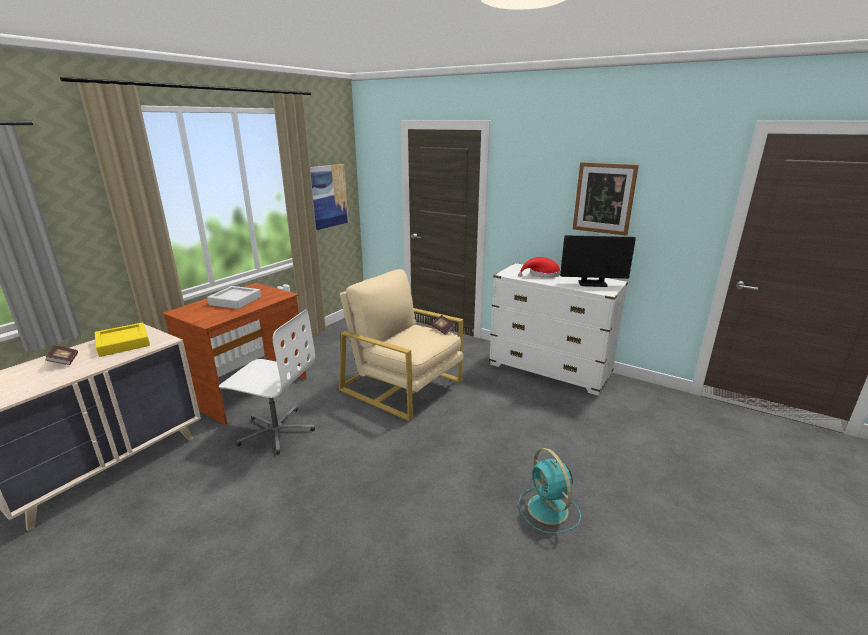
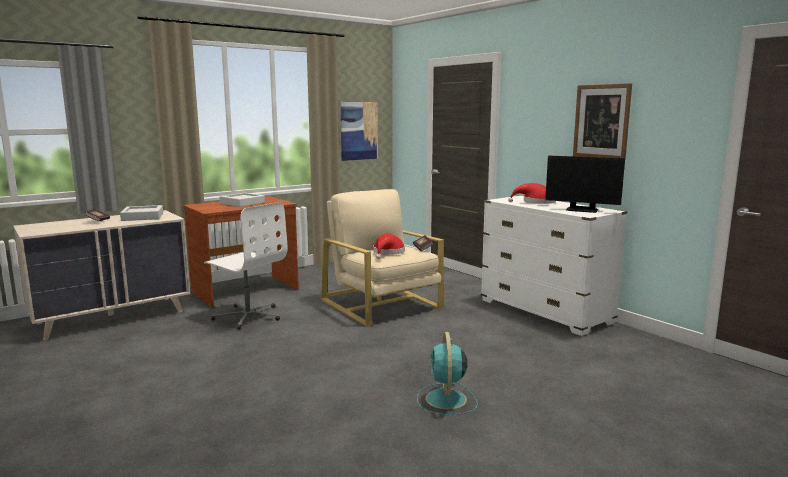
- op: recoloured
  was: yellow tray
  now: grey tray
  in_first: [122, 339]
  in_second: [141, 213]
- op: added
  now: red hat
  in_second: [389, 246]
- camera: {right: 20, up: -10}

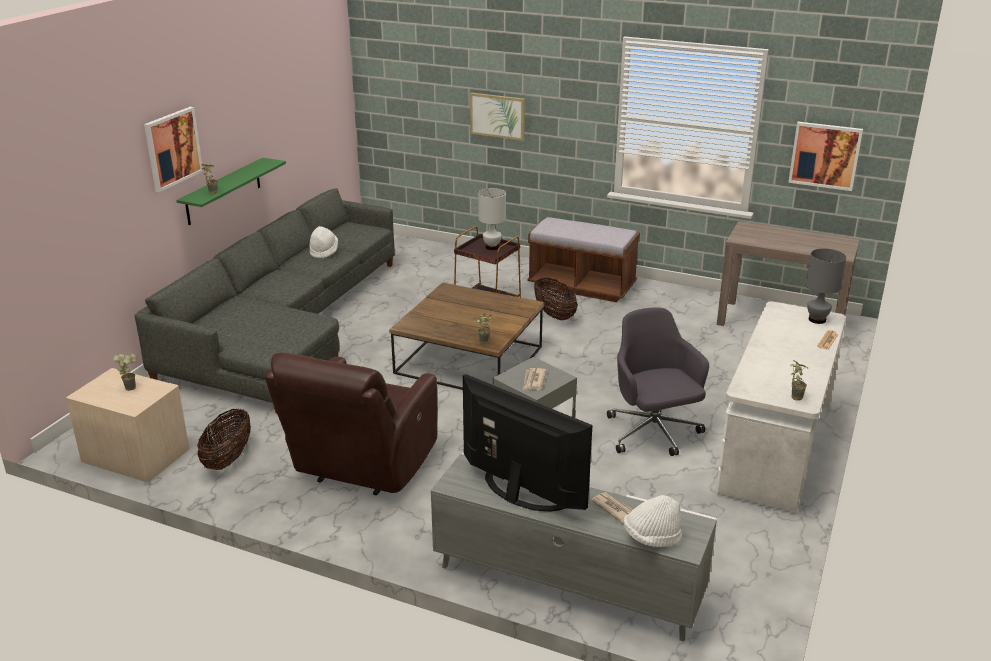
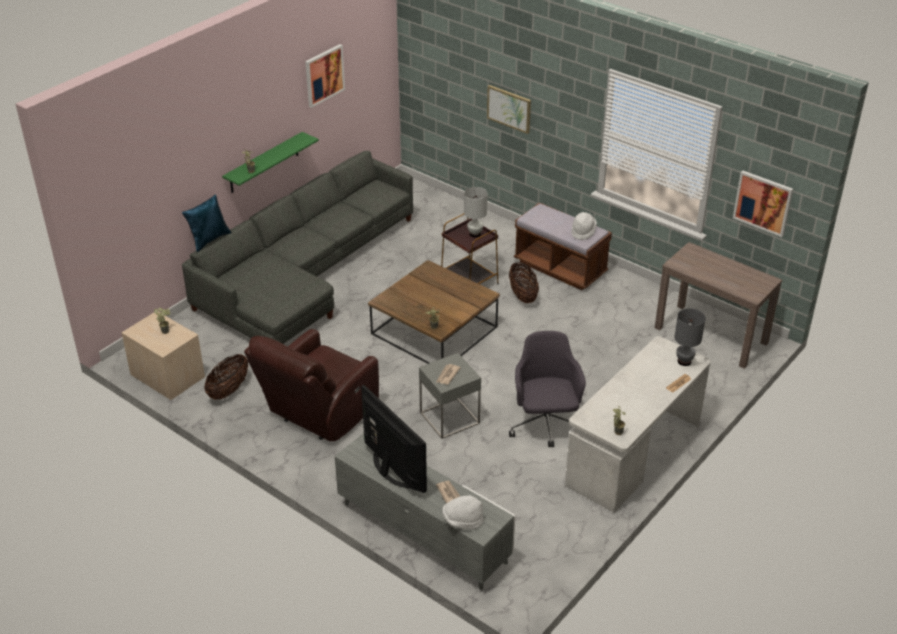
- op: moved
  was: picture
  in_first: [173, 149]
  in_second: [325, 76]
- op: moved
  was: white hat
  in_first: [323, 242]
  in_second: [584, 226]
- op: added
  now: blue pillow
  in_second: [207, 223]
- camera: {right: 15, up: 10}

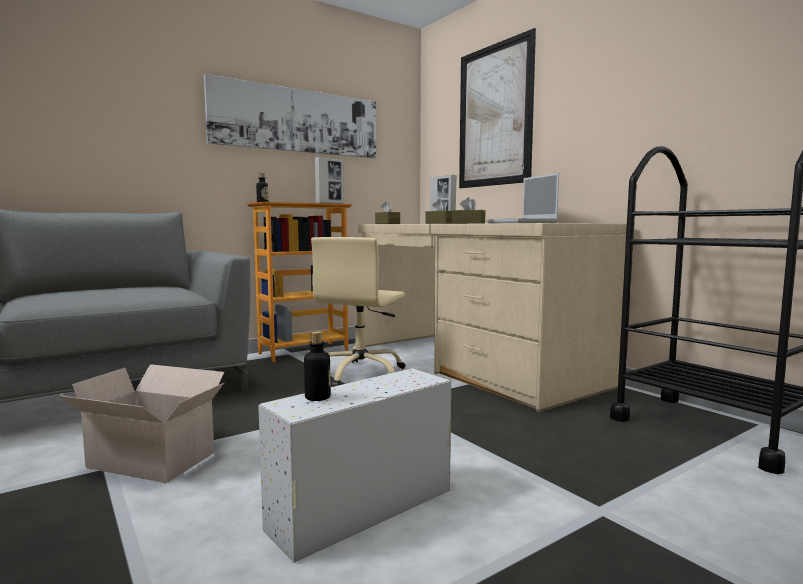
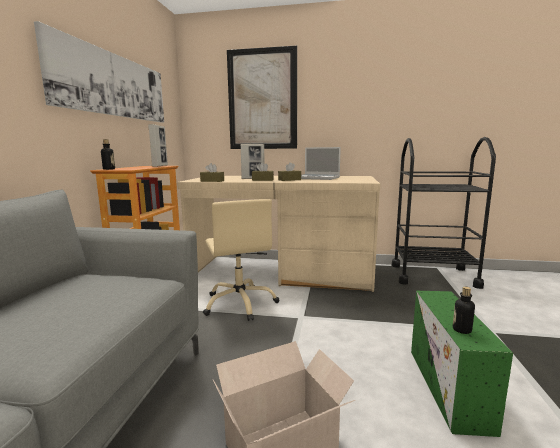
- op: recoloured
  was: white storage box
  now: green storage box
  in_first: [354, 465]
  in_second: [462, 364]
- camera: {right: -45, up: 5}

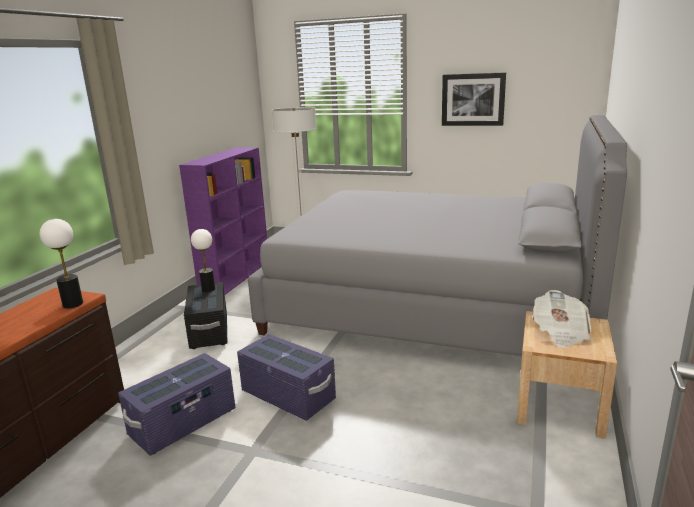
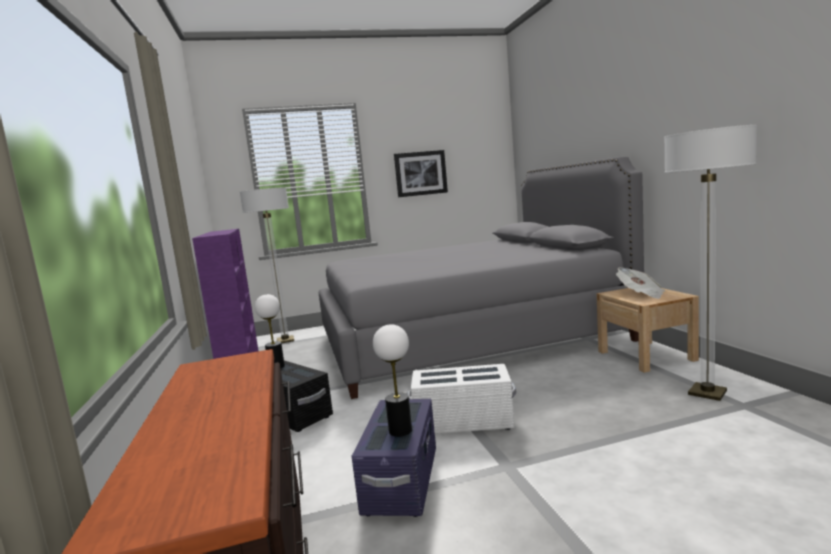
- op: moved
  was: table lamp
  in_first: [61, 263]
  in_second: [392, 380]
- op: recoloured
  was: purple storage box
  now: white storage box
  in_first: [286, 377]
  in_second: [461, 399]
- op: added
  now: floor lamp
  in_second: [710, 263]
- camera: {right: -35, up: -10}

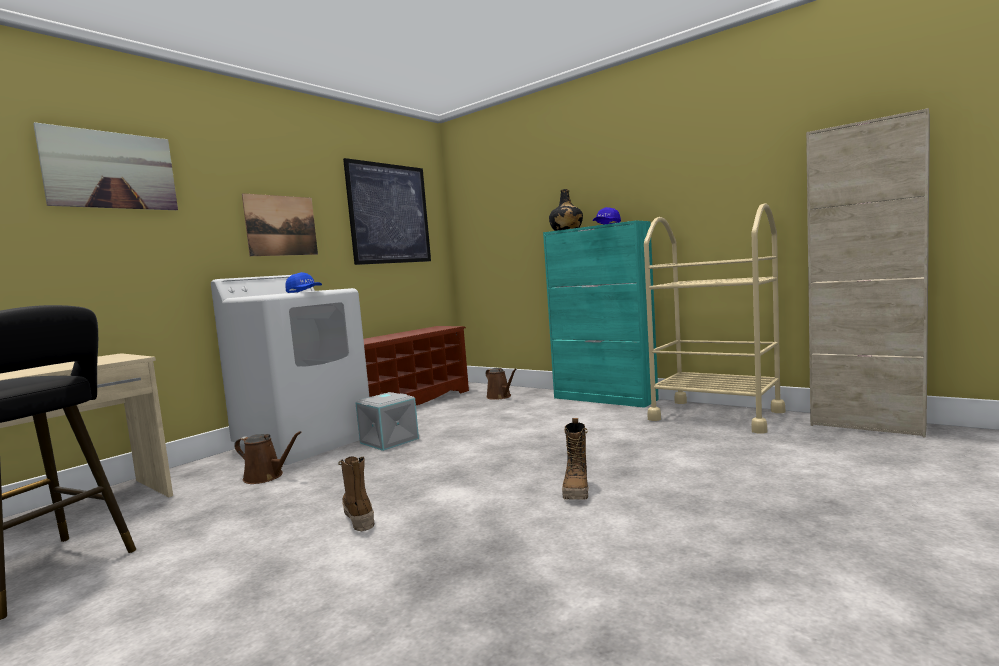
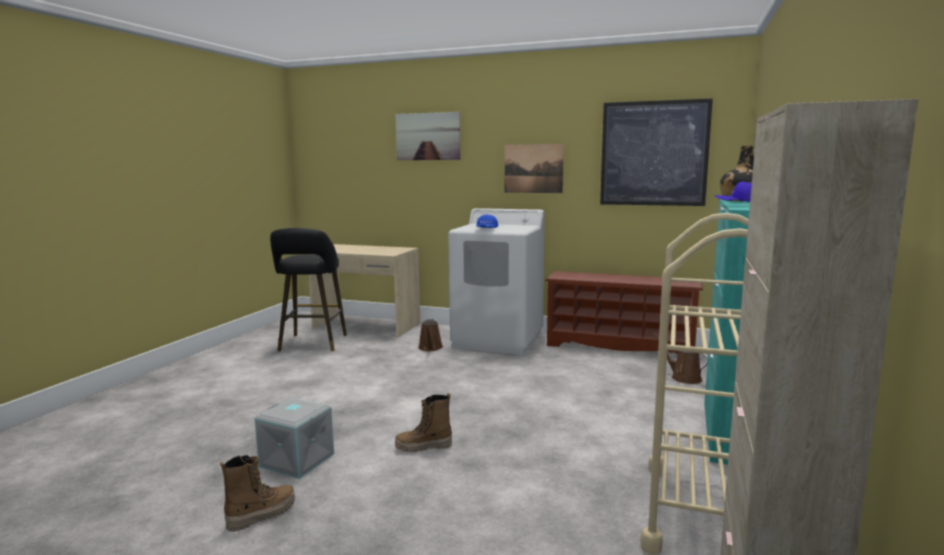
- op: moved
  was: boot
  in_first: [356, 494]
  in_second: [257, 493]
- op: moved
  was: grey storage box
  in_first: [387, 421]
  in_second: [294, 438]
- op: turned
  was: brown watering can
  in_first: [501, 384]
  in_second: [680, 358]
  clockwise: 105
- camera: {right: 70, up: 5}

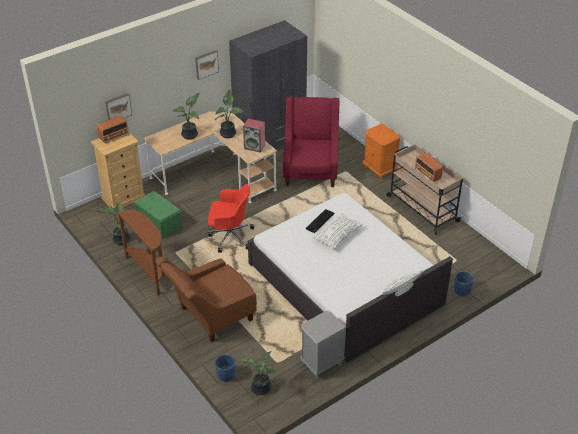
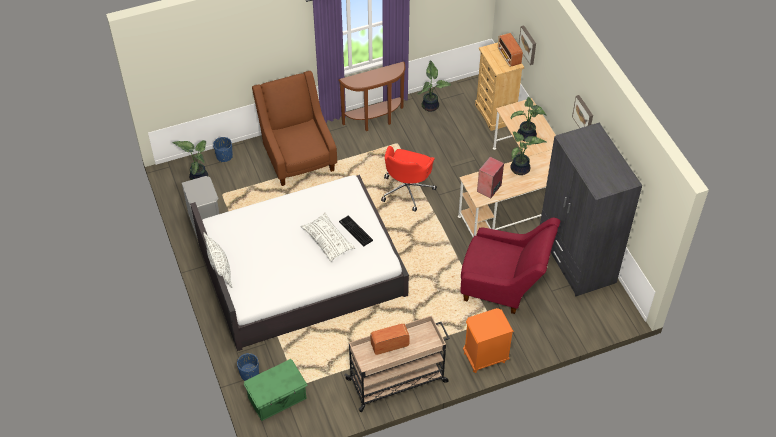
- op: moved
  was: green storage box
  in_first: [158, 215]
  in_second: [276, 390]
- camera: {right: 105, up: 10}

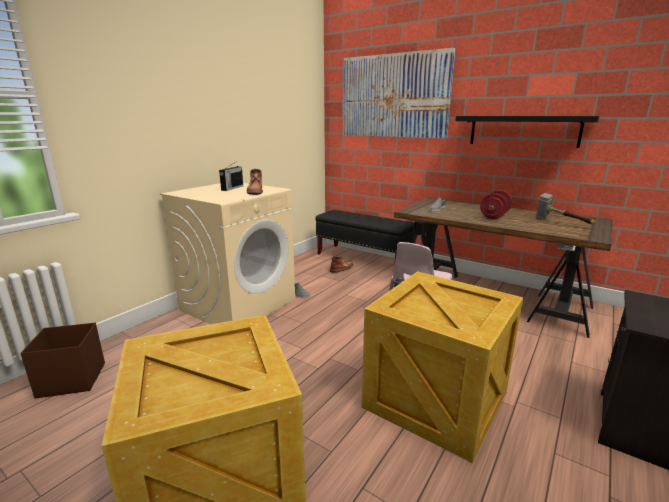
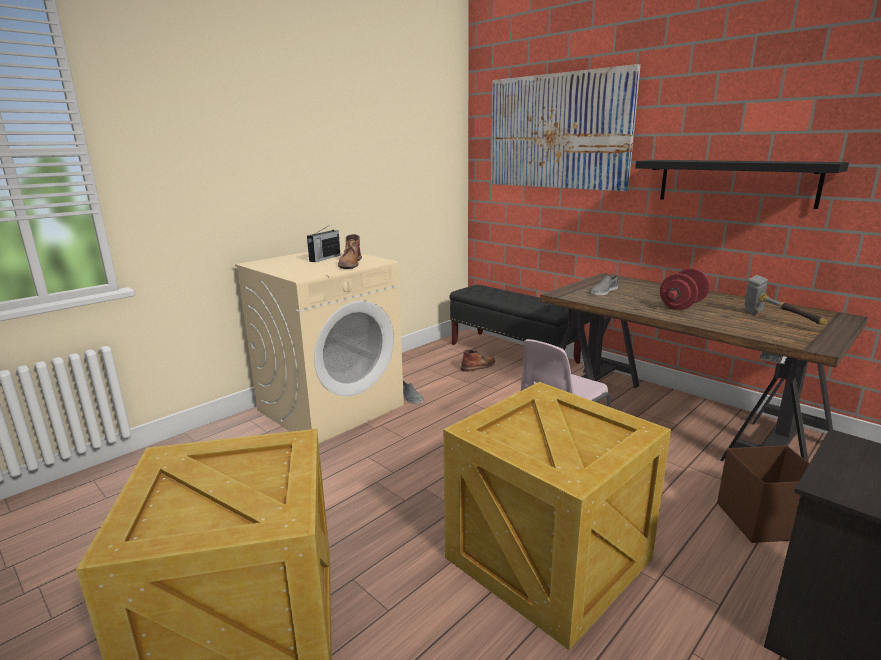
- op: moved
  was: brown storage box
  in_first: [62, 360]
  in_second: [763, 494]
- camera: {right: 10, up: 0}

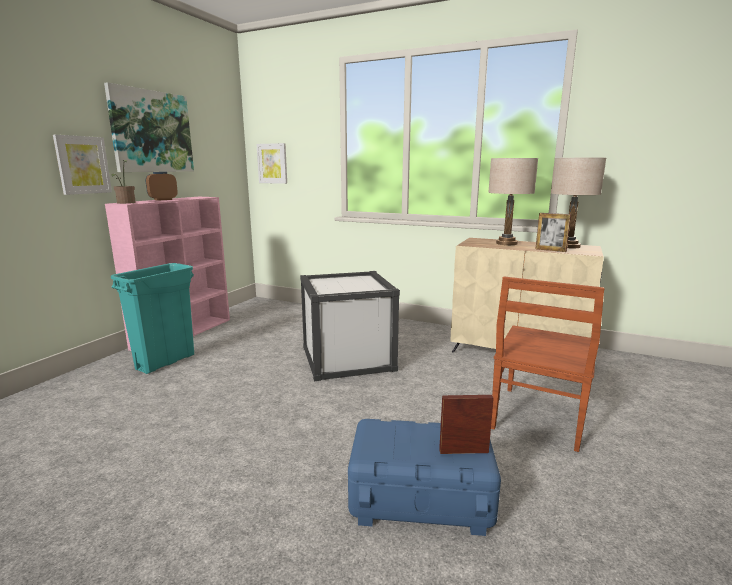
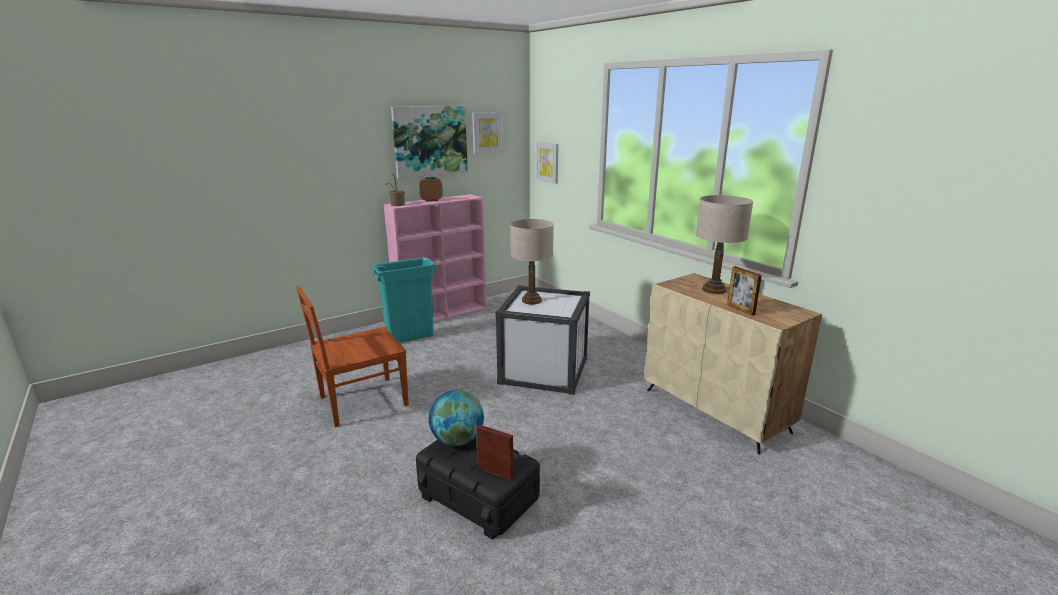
- op: moved
  was: picture
  in_first: [82, 165]
  in_second: [488, 133]
- op: recoloured
  was: blue storage box
  now: black storage box
  in_first: [424, 477]
  in_second: [478, 488]
- op: moved
  was: brown chair
  in_first: [548, 364]
  in_second: [352, 356]
- op: moved
  was: beige table lamp
  in_first: [578, 203]
  in_second: [532, 262]
- op: added
  now: globe
  in_second: [456, 418]
- camera: {right: 30, up: 5}

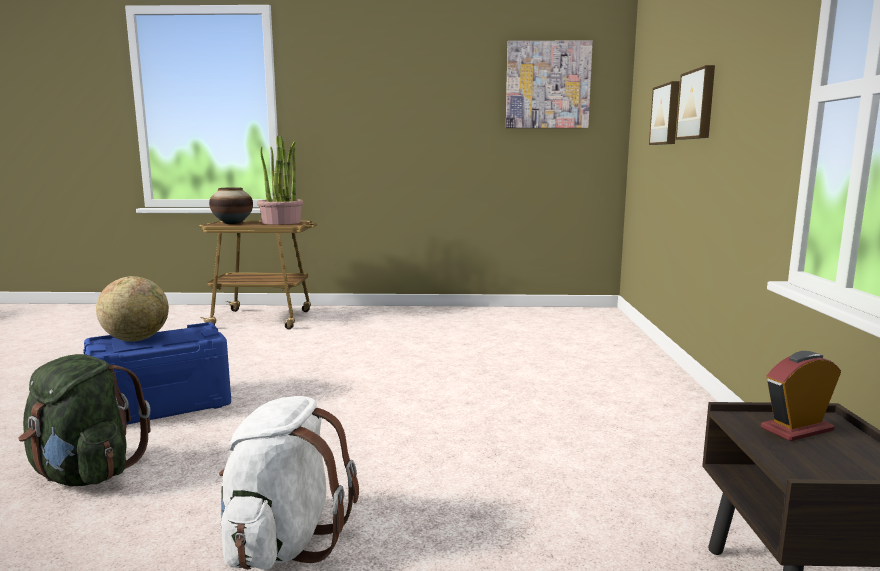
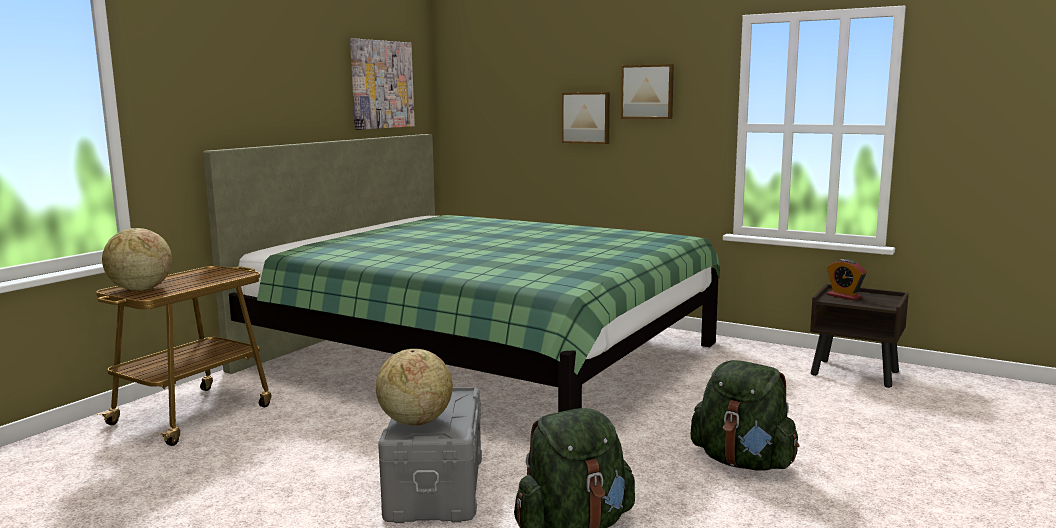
- op: recoloured
  was: blue storage box
  now: grey storage box
  in_first: [157, 373]
  in_second: [430, 455]
- op: replaced
  was: vase
  now: globe
  in_first: [231, 205]
  in_second: [137, 259]
- op: recoloured
  was: white backpack
  now: green backpack
  in_first: [289, 483]
  in_second: [745, 415]
- op: removed
  was: potted plant
  in_first: [280, 180]
- op: moved
  was: picture
  in_first: [664, 113]
  in_second: [647, 91]
- op: turned
  was: alarm clock
  in_first: [801, 396]
  in_second: [846, 279]
  clockwise: -45
- op: added
  now: green bed
  in_second: [461, 273]
- camera: {right: -60, up: 0}

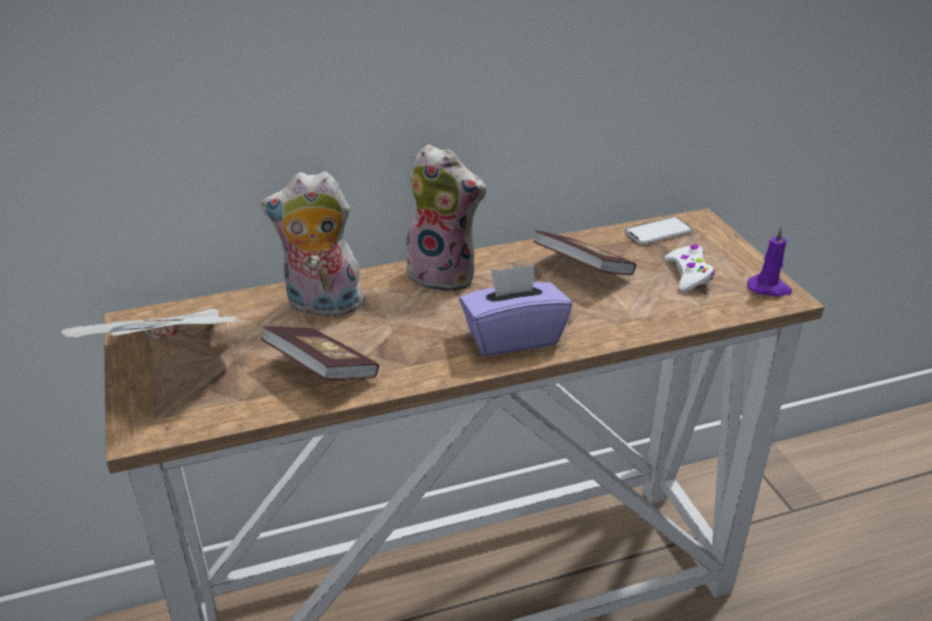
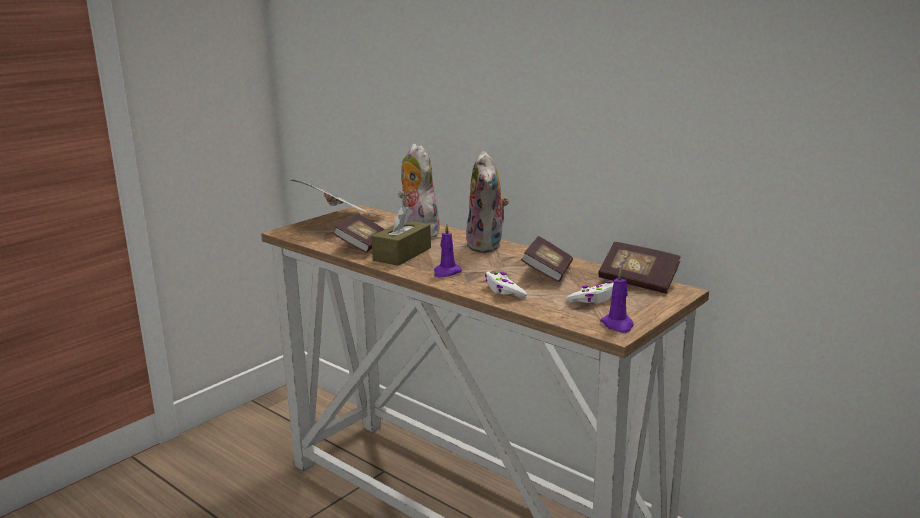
- op: replaced
  was: purple tissue box
  now: purple candle
  in_first: [515, 310]
  in_second: [448, 250]
- op: replaced
  was: phone
  now: book
  in_first: [658, 230]
  in_second: [639, 267]
- op: added
  now: brown tissue box
  in_second: [401, 236]
- op: added
  now: white game controller
  in_second: [506, 284]
- camera: {right: 60, up: -15}

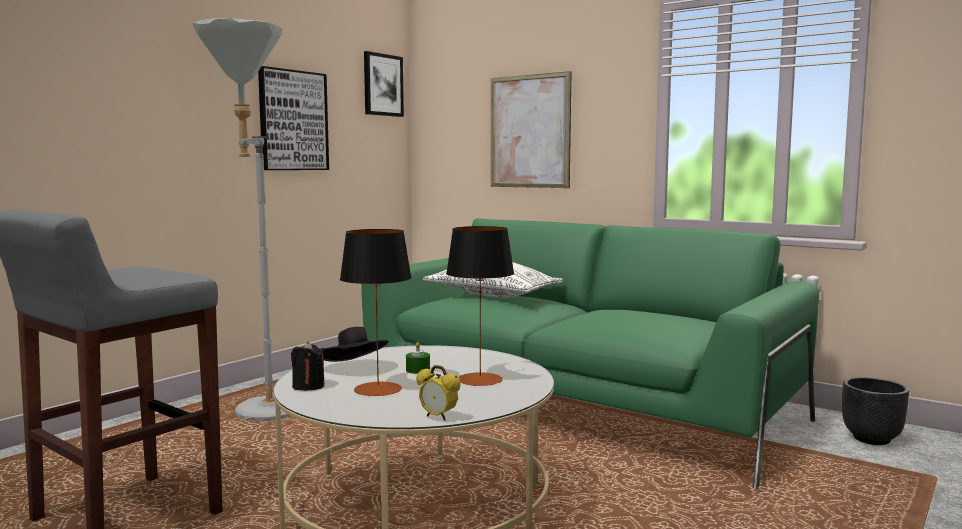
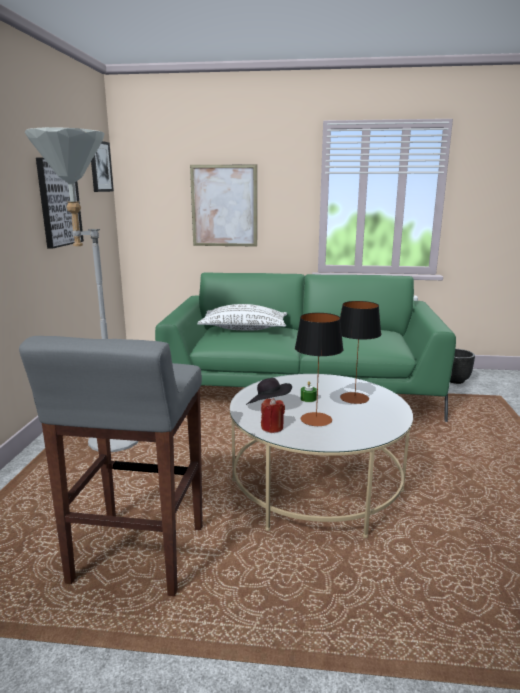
- op: recoloured
  was: black candle
  now: red candle
  in_first: [307, 366]
  in_second: [273, 415]
- op: removed
  was: alarm clock
  in_first: [438, 392]
- camera: {right: -30, up: 10}

